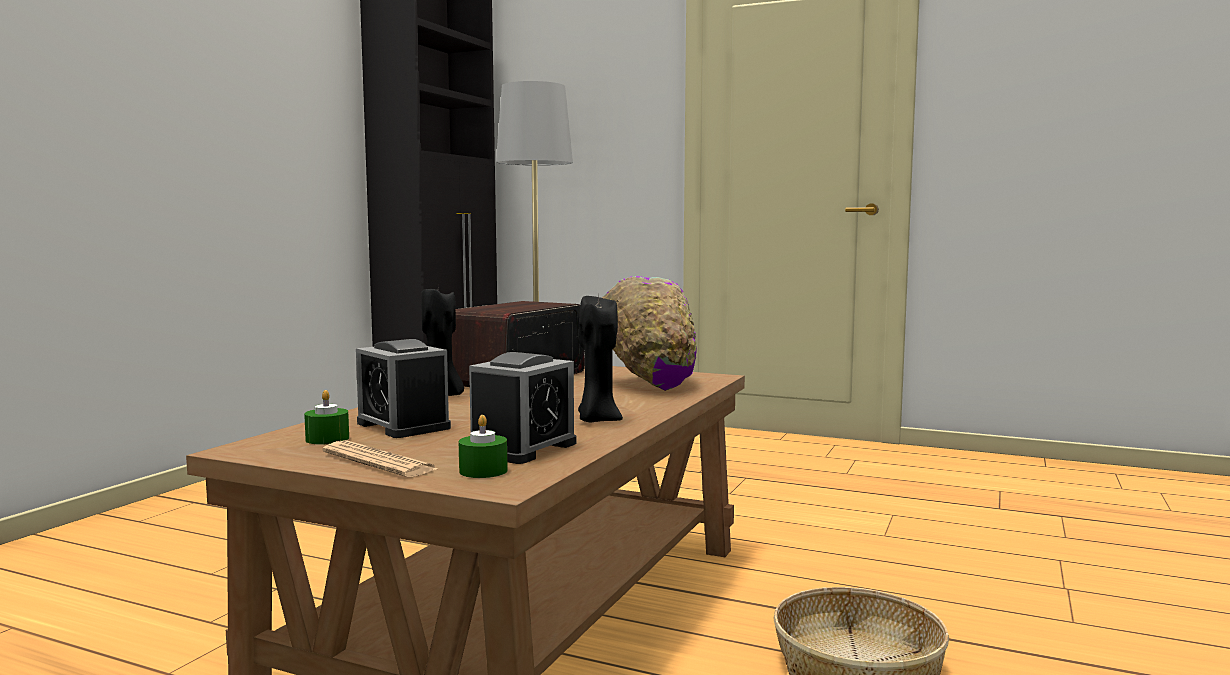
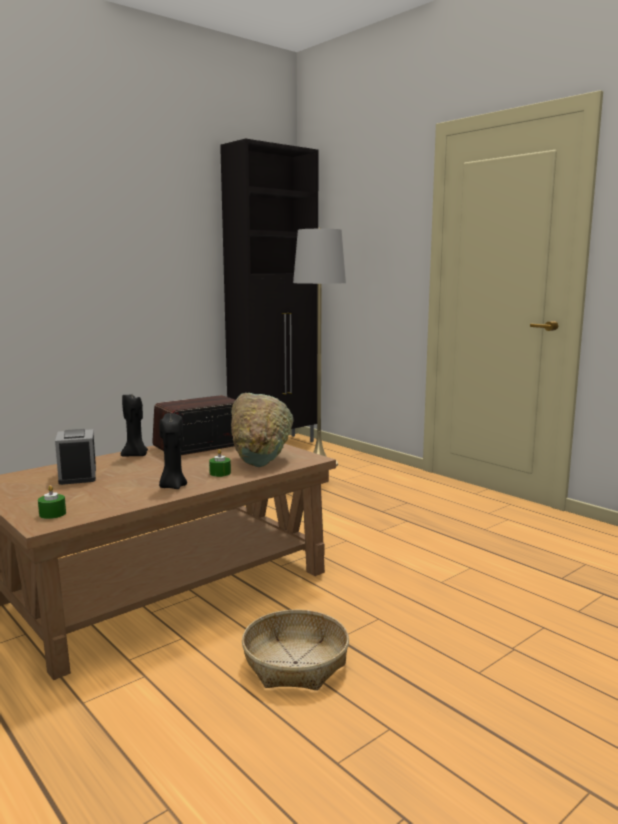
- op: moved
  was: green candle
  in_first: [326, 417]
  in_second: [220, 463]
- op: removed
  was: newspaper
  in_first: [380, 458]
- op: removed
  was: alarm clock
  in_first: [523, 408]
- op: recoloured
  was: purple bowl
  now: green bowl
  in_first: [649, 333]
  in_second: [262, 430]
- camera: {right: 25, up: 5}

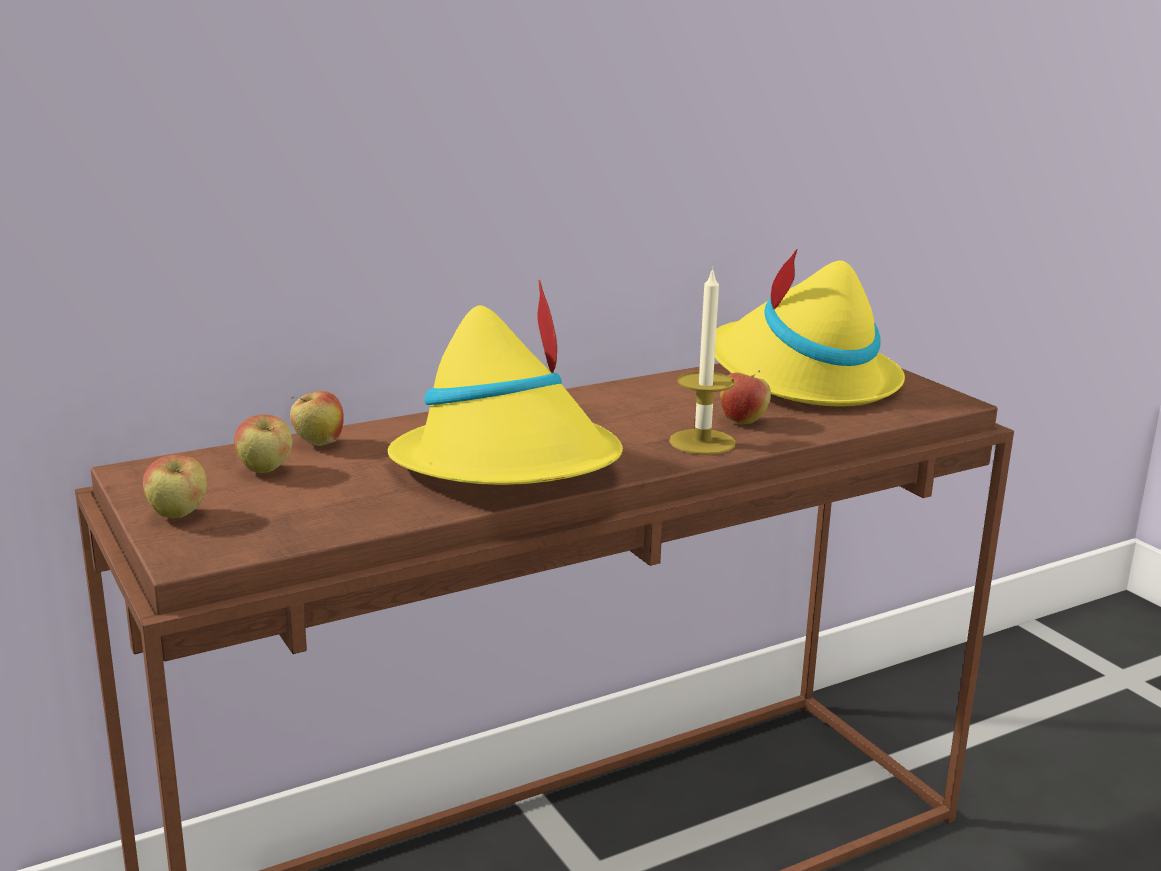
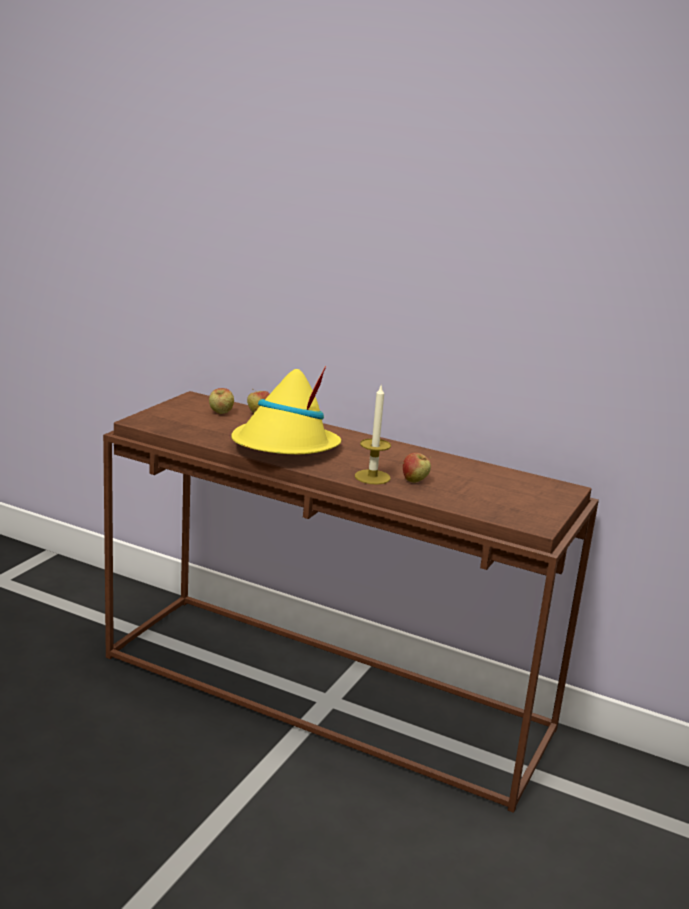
- op: removed
  was: apple
  in_first: [175, 486]
- op: removed
  was: yellow hat
  in_first: [810, 328]
- camera: {right: 55, up: 0}

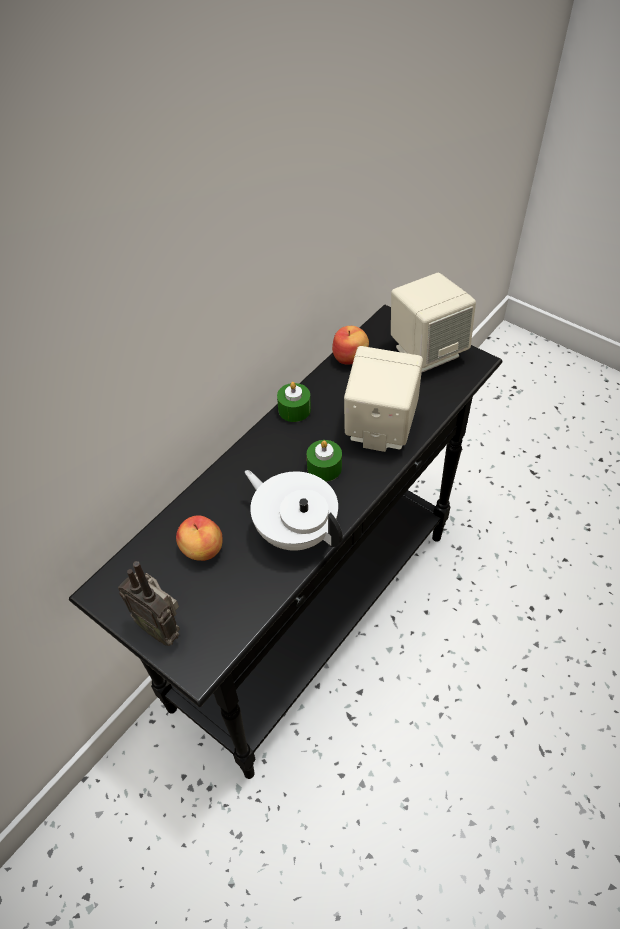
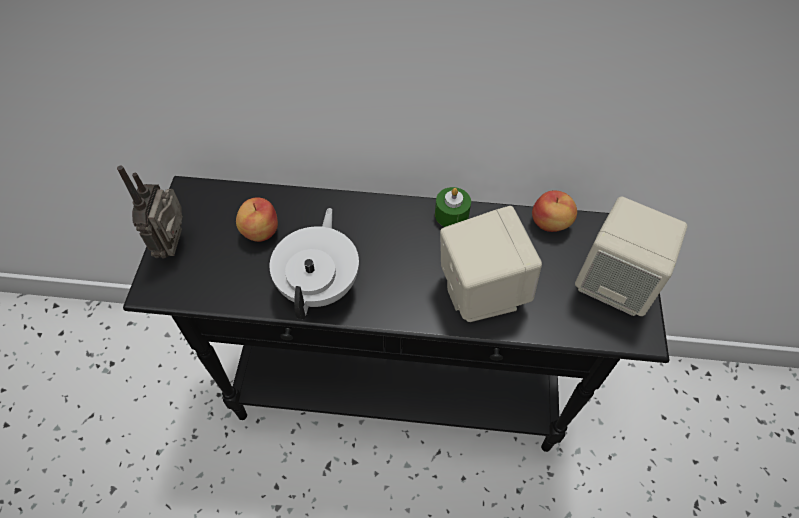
- op: removed
  was: green candle
  in_first: [324, 461]
- camera: {right: 55, up: 5}

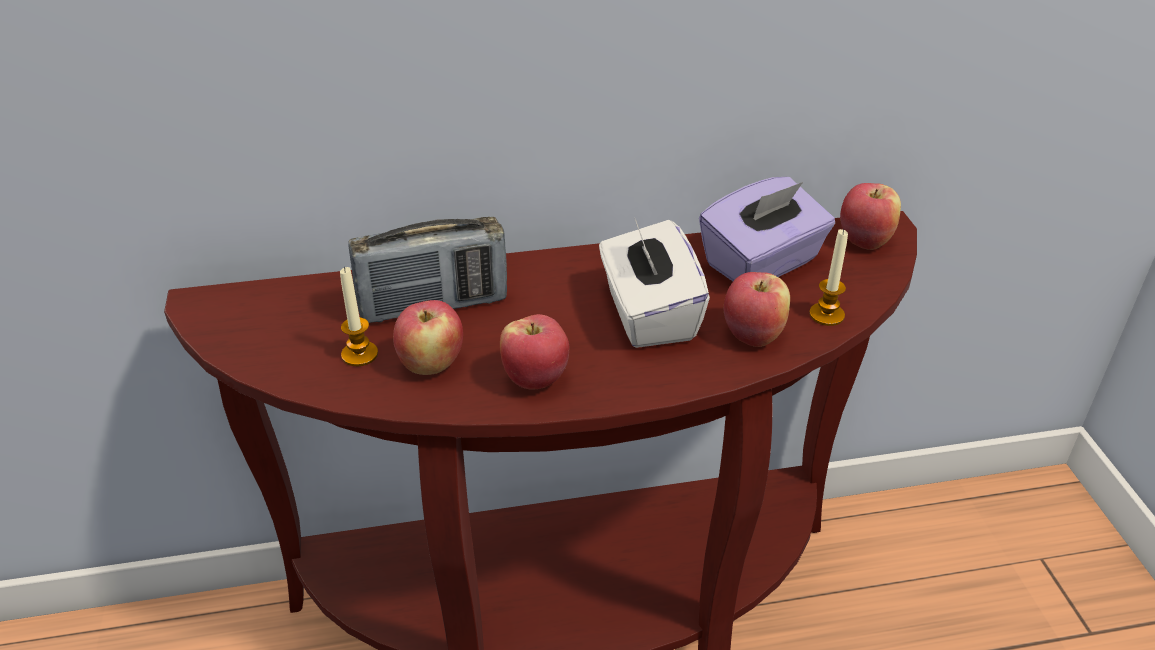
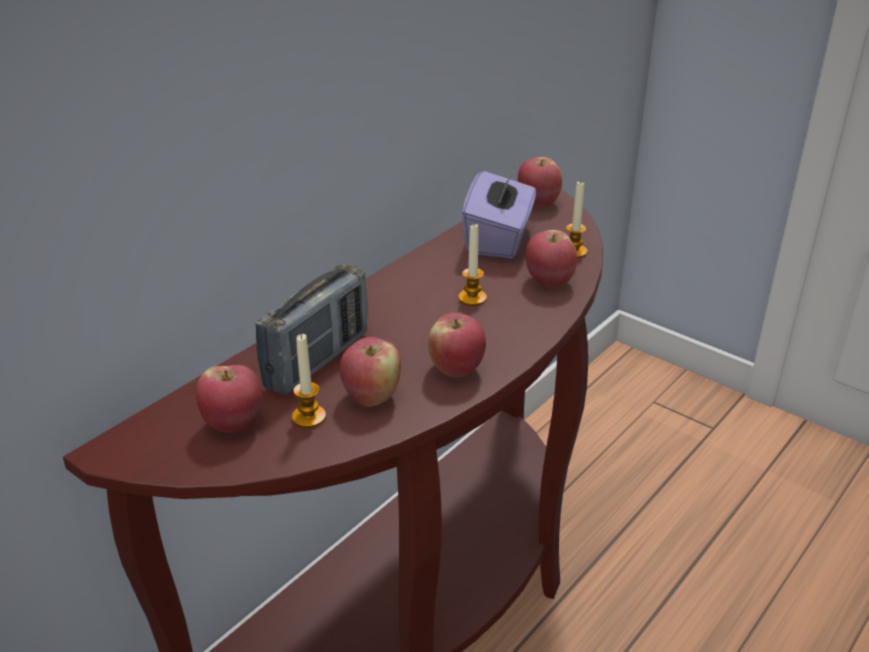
- op: replaced
  was: white tissue box
  now: candle
  in_first: [654, 283]
  in_second: [472, 264]
- op: added
  now: apple
  in_second: [229, 399]
- camera: {right: -40, up: -5}

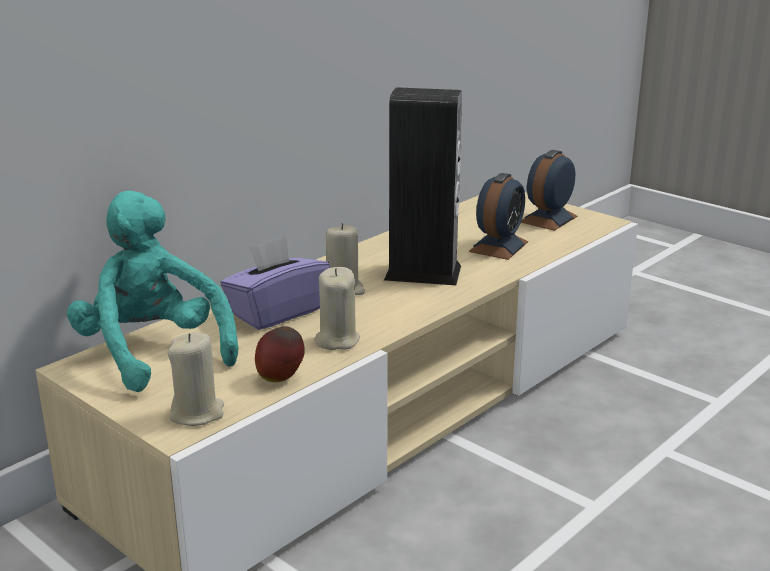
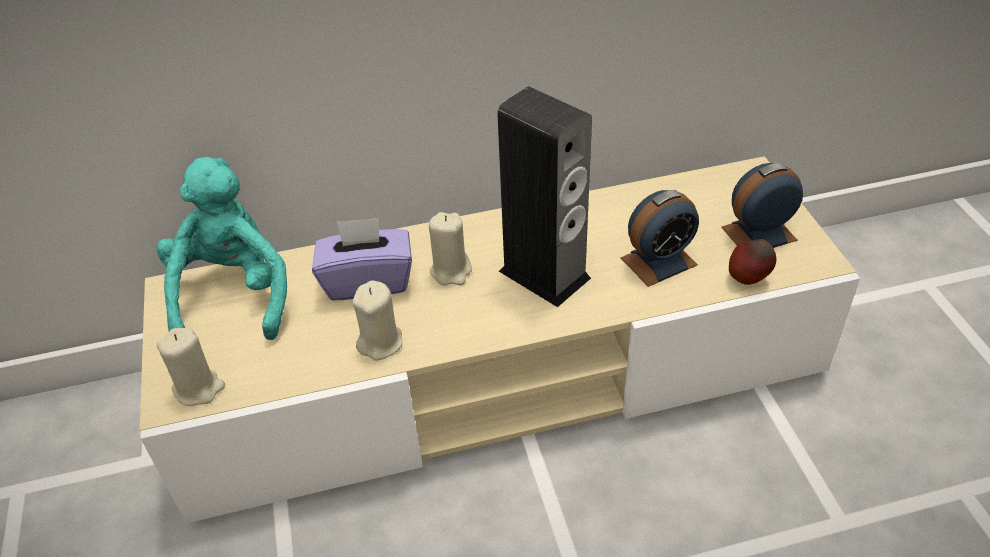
- op: moved
  was: apple
  in_first: [280, 354]
  in_second: [752, 262]
- camera: {right: 35, up: 20}

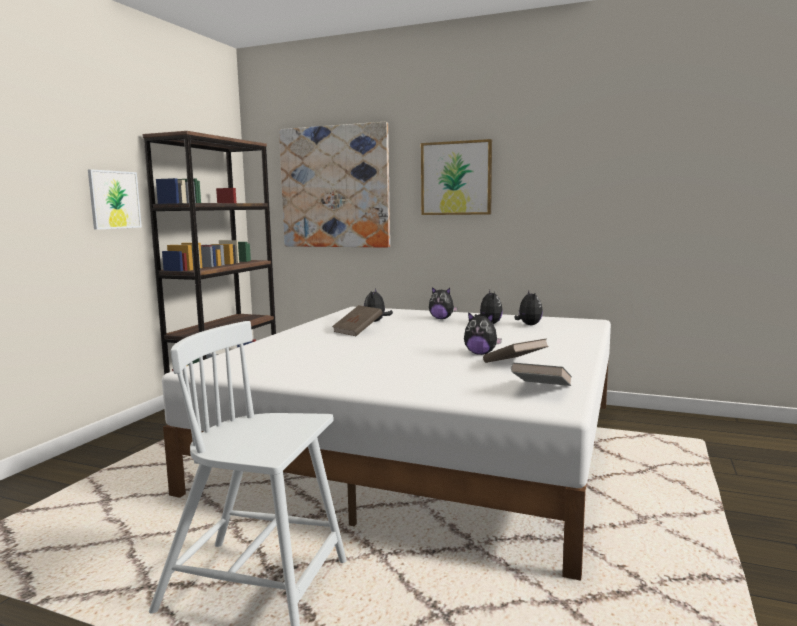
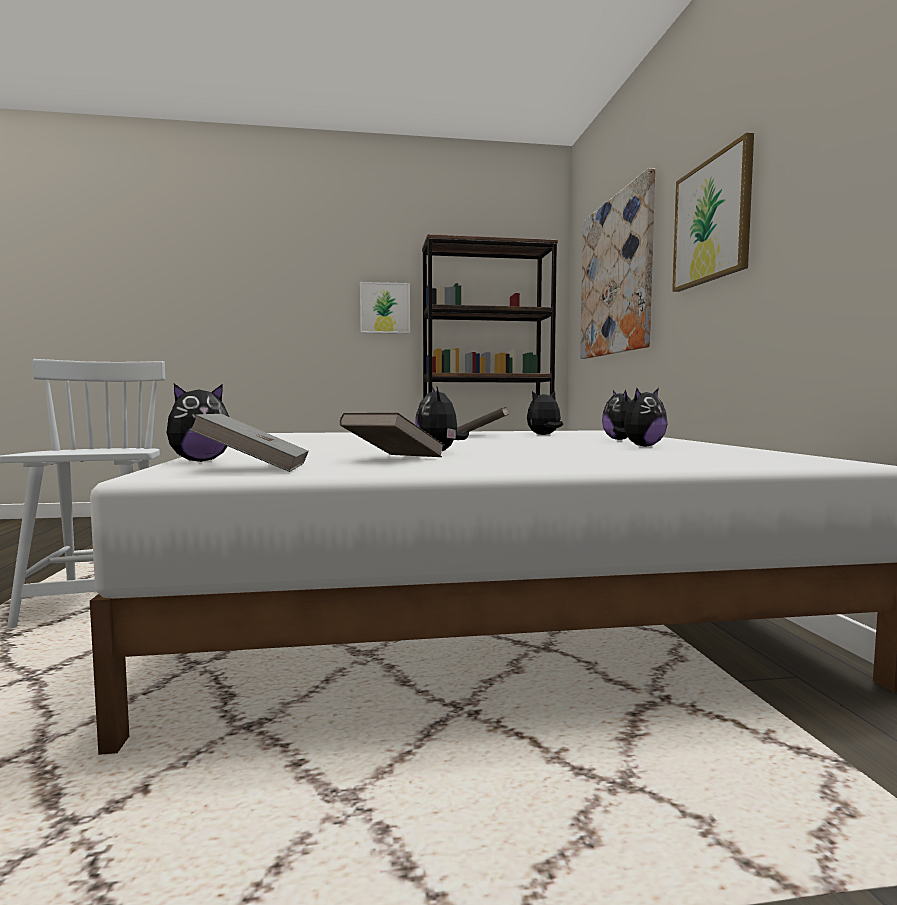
- op: moved
  was: plush toy
  in_first: [529, 308]
  in_second: [198, 423]
- camera: {right: 60, up: -5}

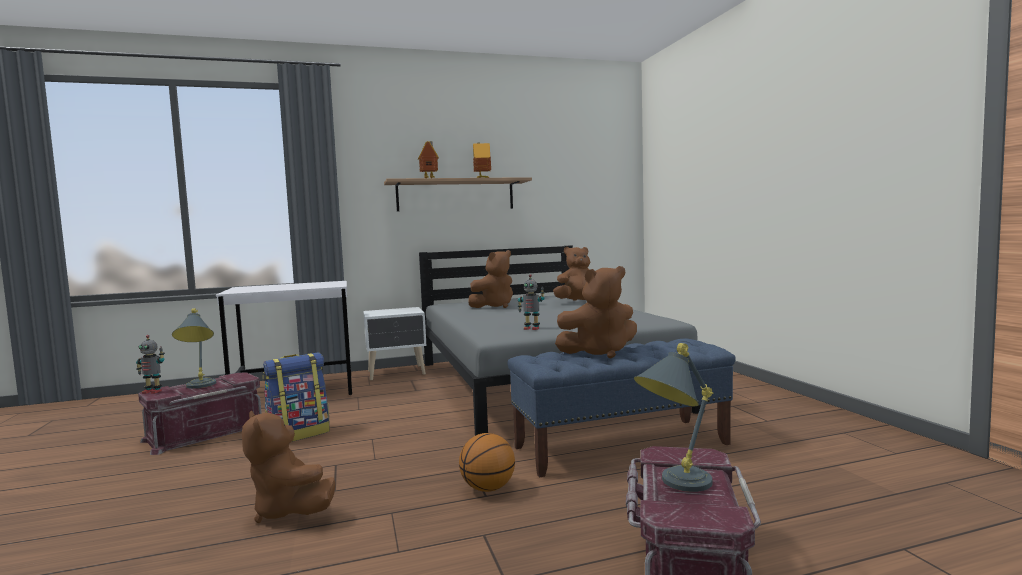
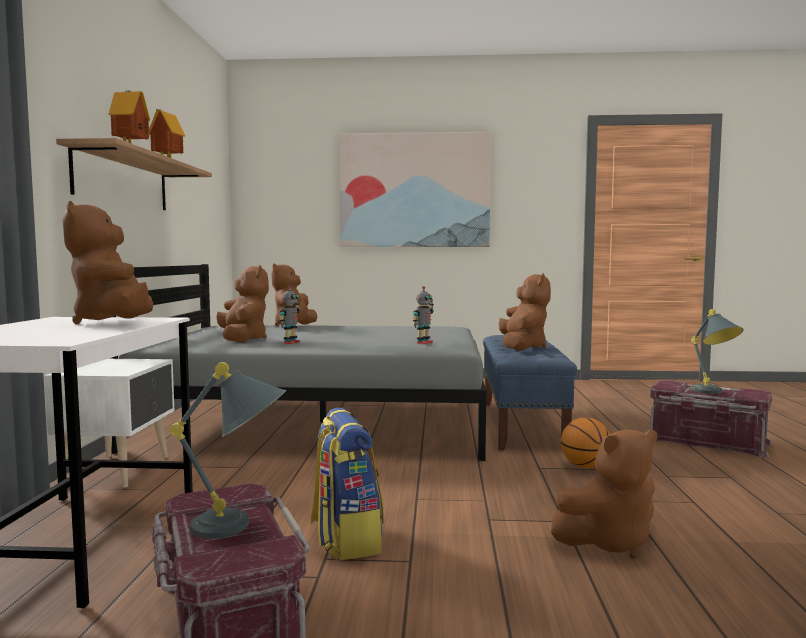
- op: moved
  was: toy robot
  in_first: [150, 364]
  in_second: [289, 314]
- op: added
  now: brown plush toy
  in_second: [108, 263]
- op: added
  now: picture
  in_second: [415, 189]
- camera: {right: -70, up: 0}

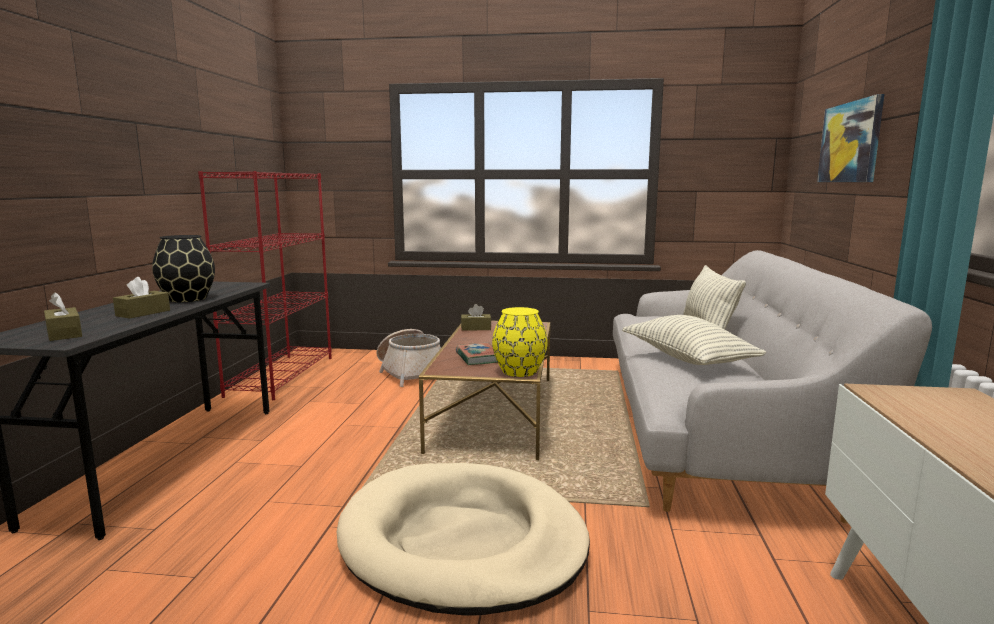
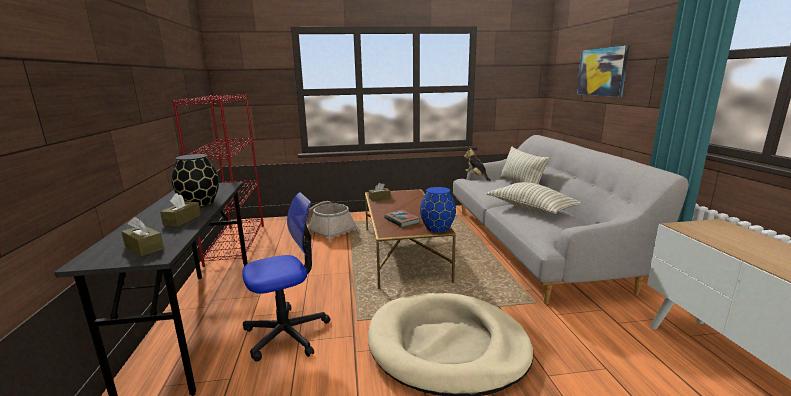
- op: recoloured
  was: yellow vase
  now: blue vase
  in_first: [520, 342]
  in_second: [438, 210]
- op: added
  now: office chair
  in_second: [286, 277]
- op: added
  now: plush toy
  in_second: [477, 164]
- camera: {right: -15, up: 5}

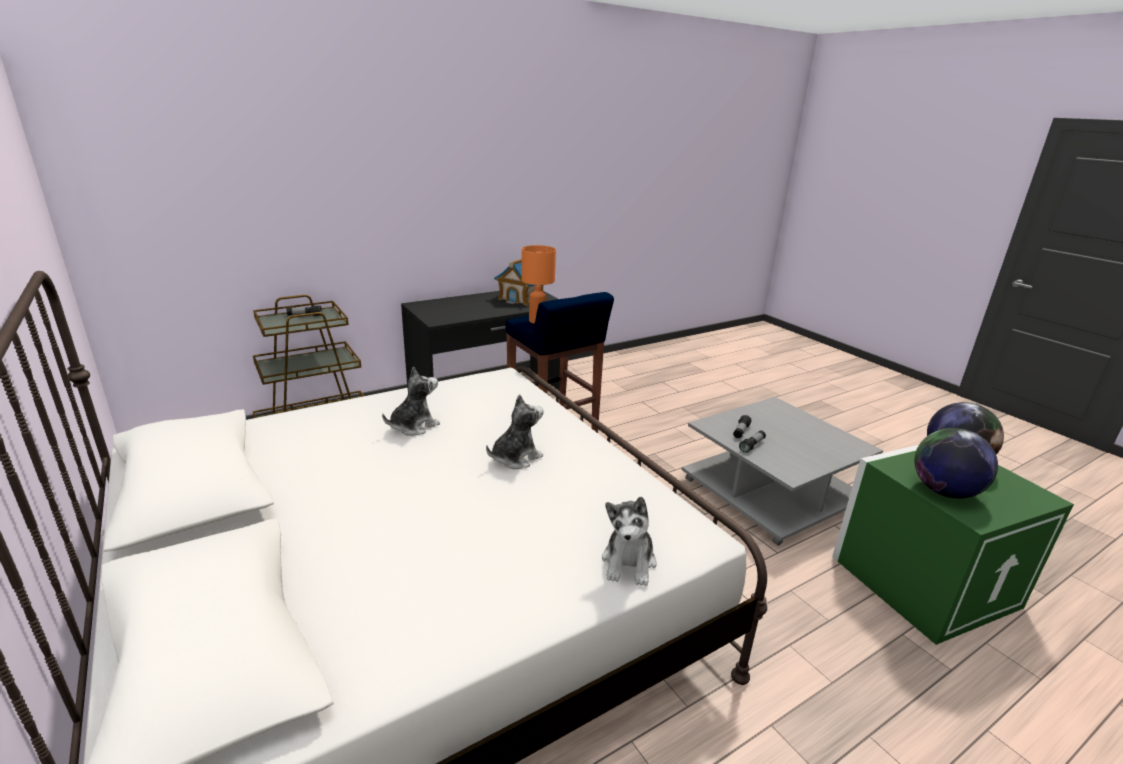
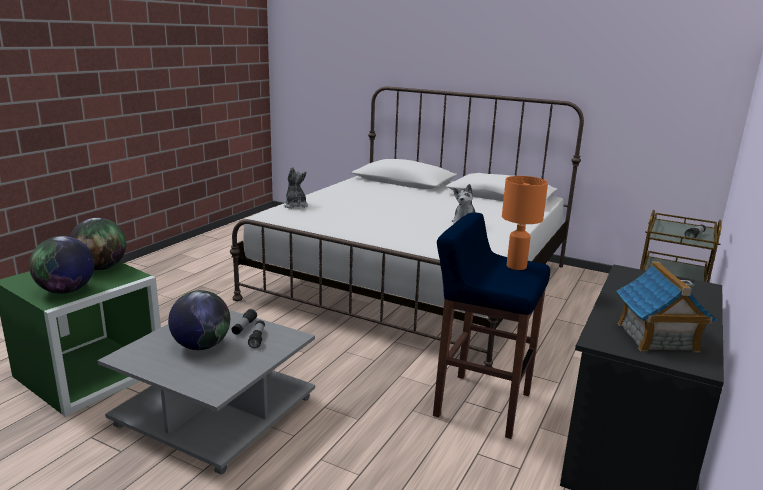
- op: removed
  was: plush toy
  in_first: [515, 431]
- op: added
  now: globe
  in_second: [199, 320]
- camera: {right: 150, up: -5}

